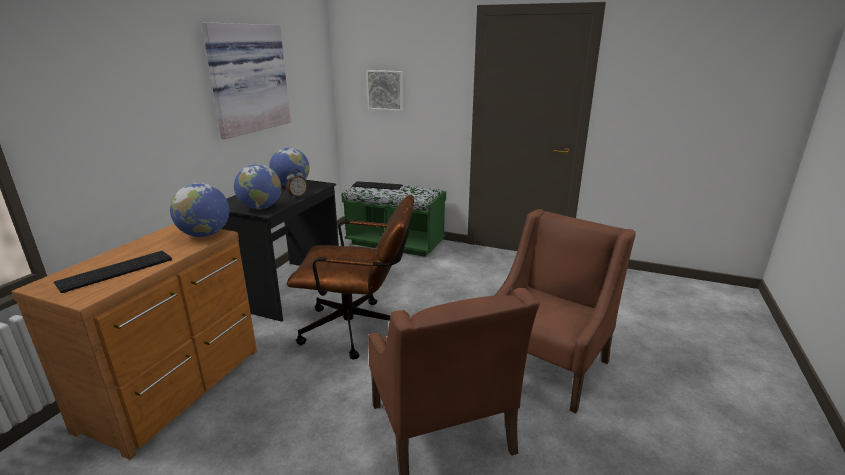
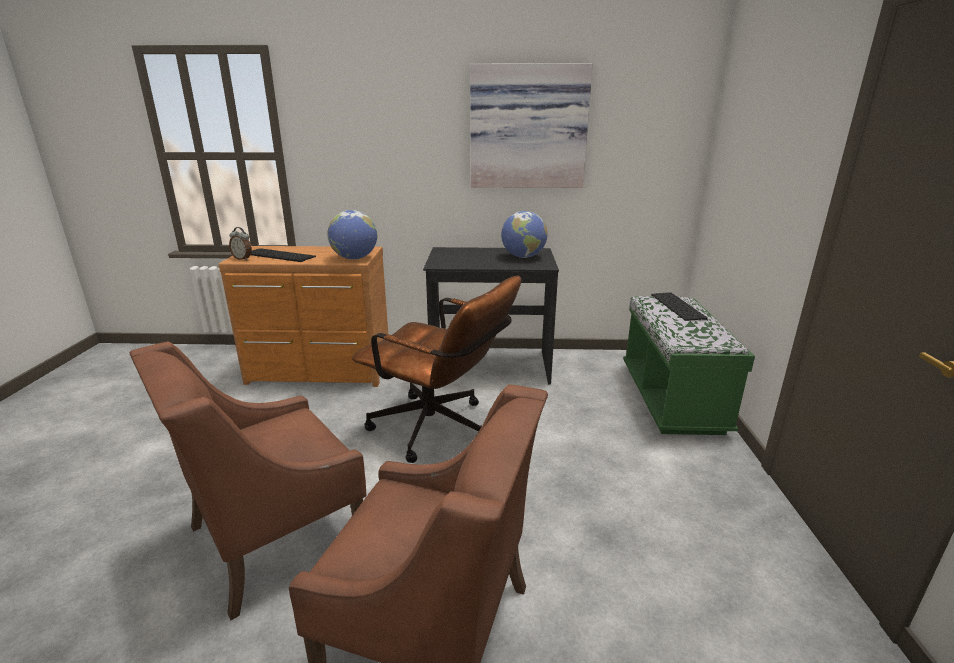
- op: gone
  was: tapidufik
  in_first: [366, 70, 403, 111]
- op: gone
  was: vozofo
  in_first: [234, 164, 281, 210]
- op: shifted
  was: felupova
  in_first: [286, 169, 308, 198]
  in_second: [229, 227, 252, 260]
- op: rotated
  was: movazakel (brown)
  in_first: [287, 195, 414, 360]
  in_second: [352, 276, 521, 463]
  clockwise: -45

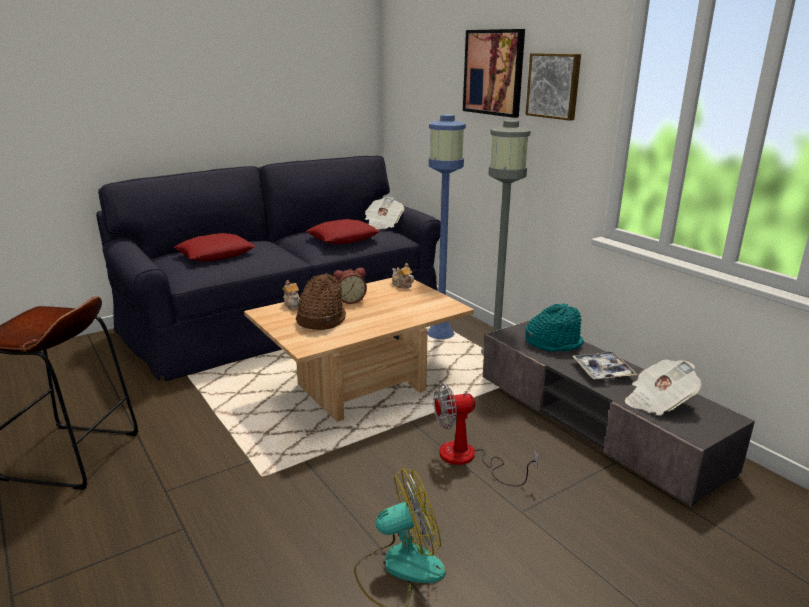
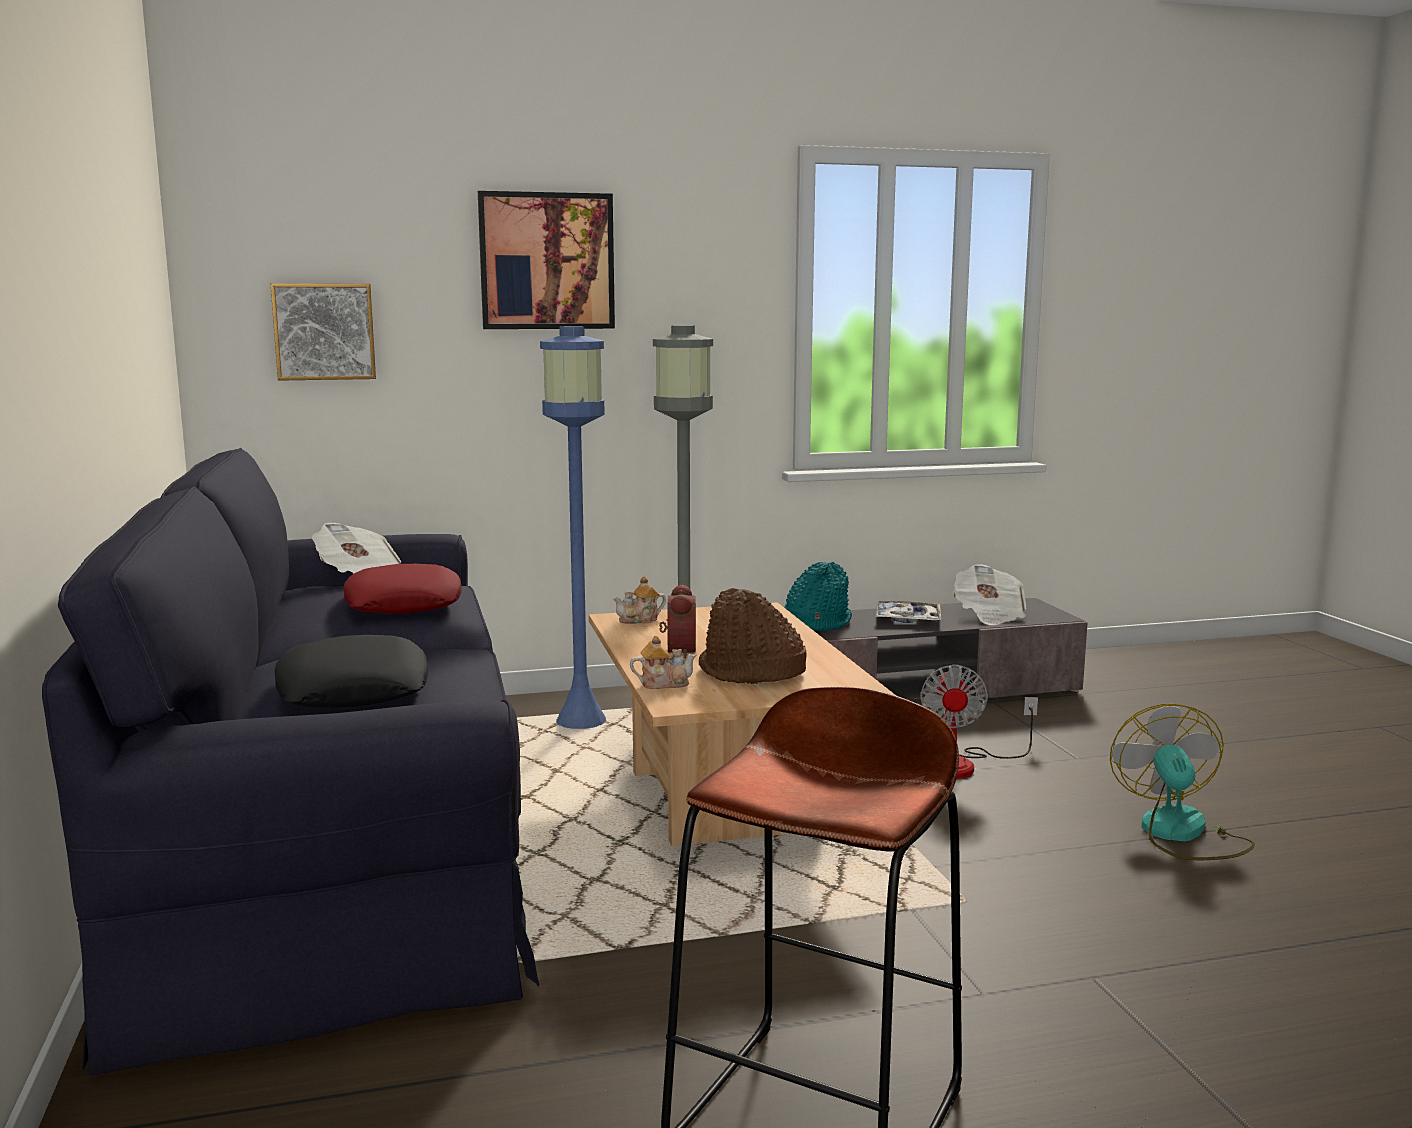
- op: shifted
  was: tapidufik
  in_first: [525, 53, 581, 121]
  in_second: [271, 283, 376, 381]
- op: repainted
  was: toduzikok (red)
  now: toduzikok (black)
  in_first: [174, 233, 255, 261]
  in_second: [275, 635, 428, 708]

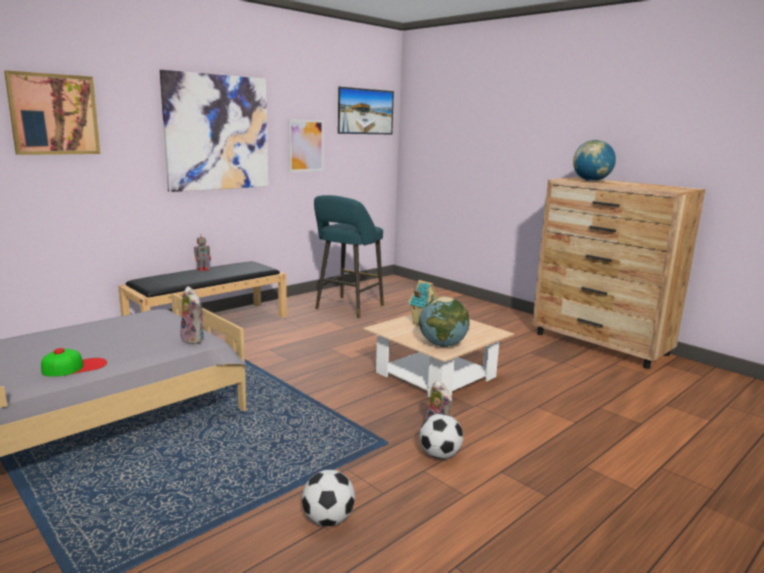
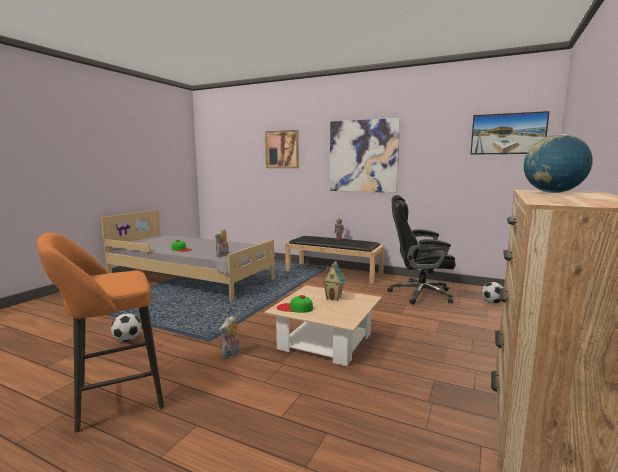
- op: gone
  was: tapidufik
  in_first: [288, 119, 324, 172]
- op: swapped
  was: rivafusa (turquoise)
  now: movazakel (black)
  in_first: [314, 195, 384, 318]
  in_second: [387, 195, 456, 305]
- op: swapped
  was: vozofo
  now: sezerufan
  in_first: [419, 296, 470, 347]
  in_second: [277, 295, 313, 313]
- op: shifted
  was: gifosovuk
  in_first: [420, 414, 463, 459]
  in_second: [482, 282, 504, 304]
- op: new
  now: rivafusa (orange)
  in_second: [37, 233, 164, 432]

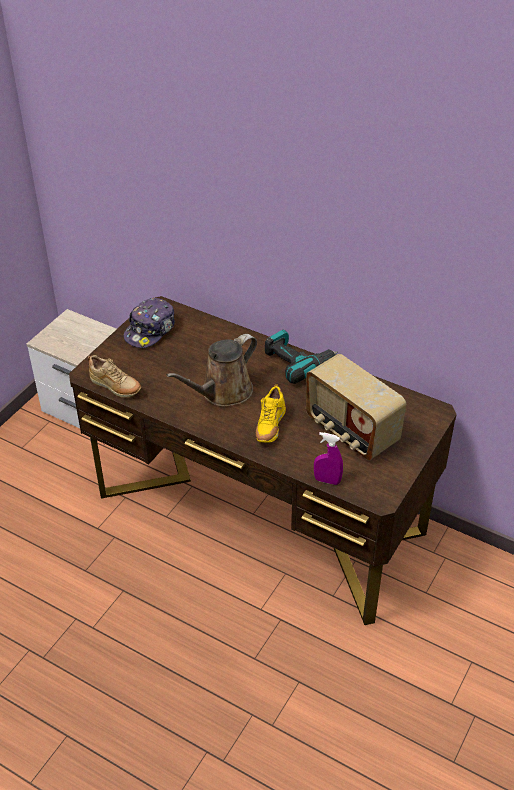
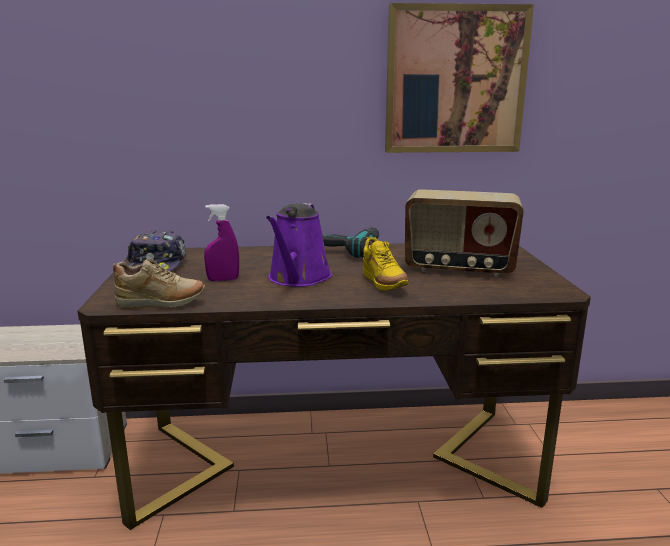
- op: repainted
  was: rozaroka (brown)
  now: rozaroka (purple)
  in_first: [166, 334, 257, 407]
  in_second: [266, 203, 332, 287]
- op: shifted
  was: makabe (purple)
  in_first: [314, 432, 343, 485]
  in_second: [204, 204, 239, 281]
- op: new
  now: tapidufik
  in_second: [385, 3, 534, 153]

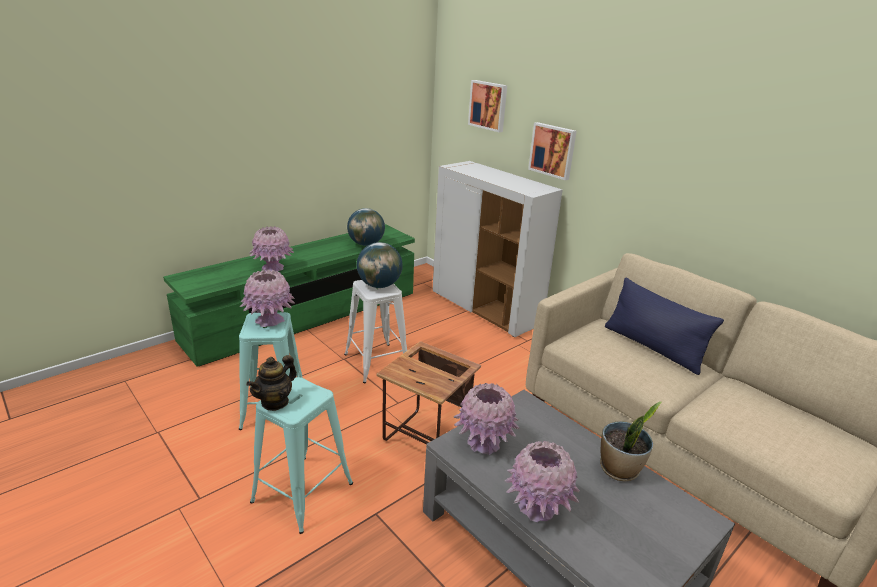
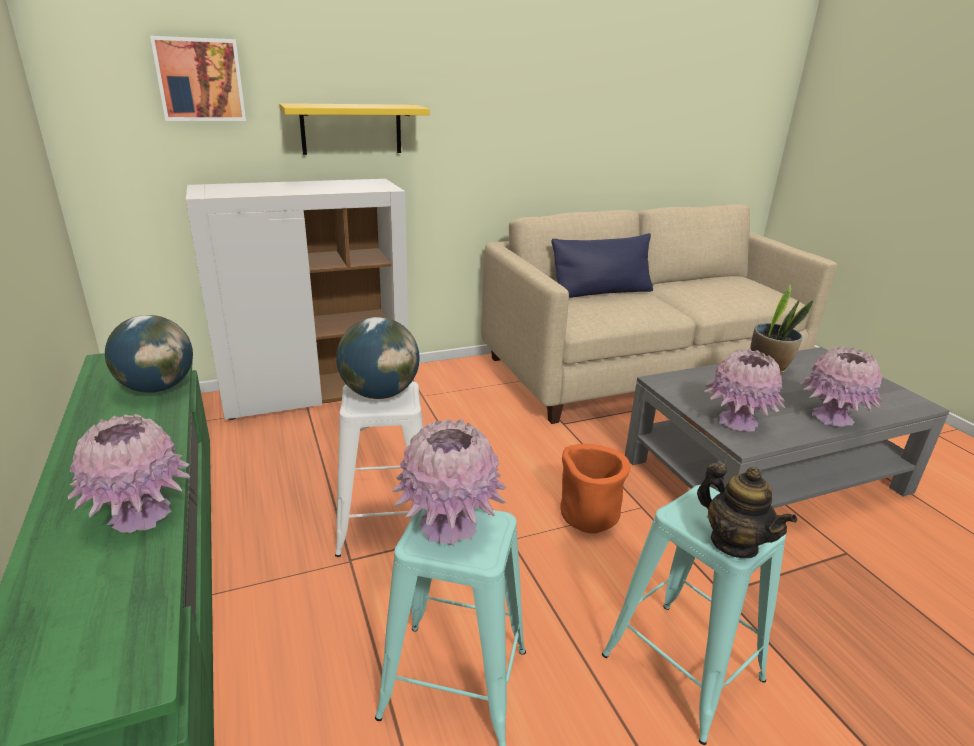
- op: swapped
  was: tapidufik
  now: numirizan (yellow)
  in_first: [528, 122, 577, 180]
  in_second: [279, 103, 430, 155]
- op: swapped
  was: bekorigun
  now: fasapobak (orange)
  in_first: [376, 341, 481, 444]
  in_second: [560, 444, 630, 534]

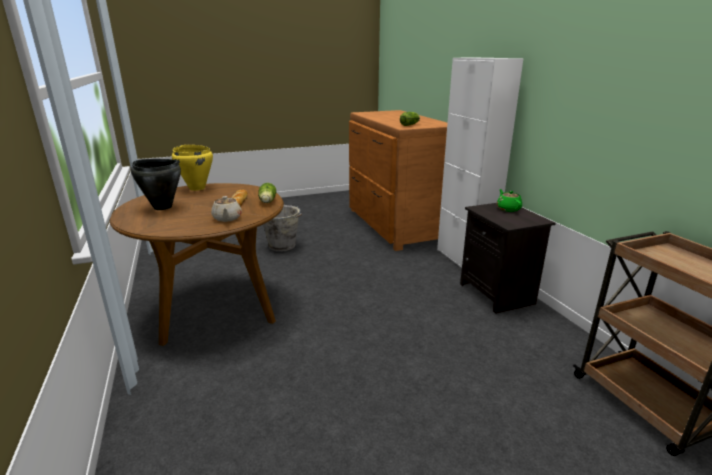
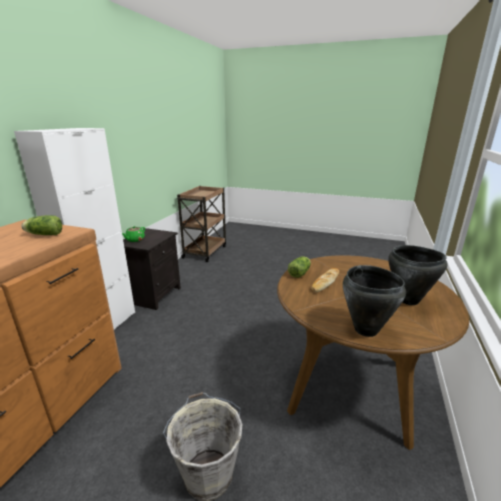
- op: repainted
  was: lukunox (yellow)
  now: lukunox (black)
  in_first: [172, 145, 213, 191]
  in_second: [343, 265, 406, 337]
- op: gone
  was: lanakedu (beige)
  in_first: [211, 196, 242, 222]

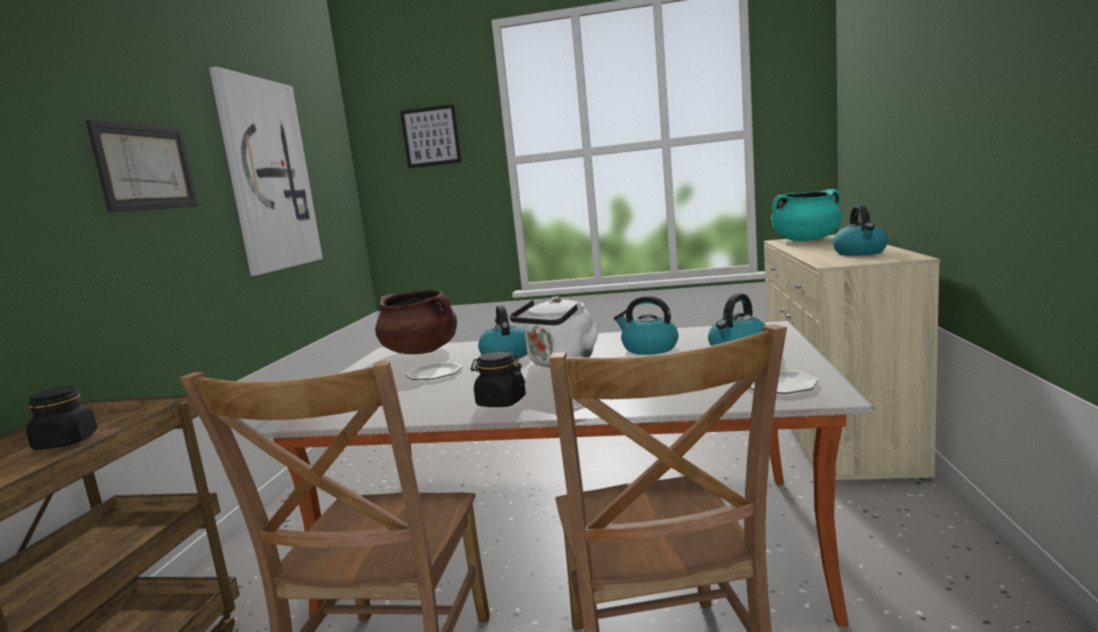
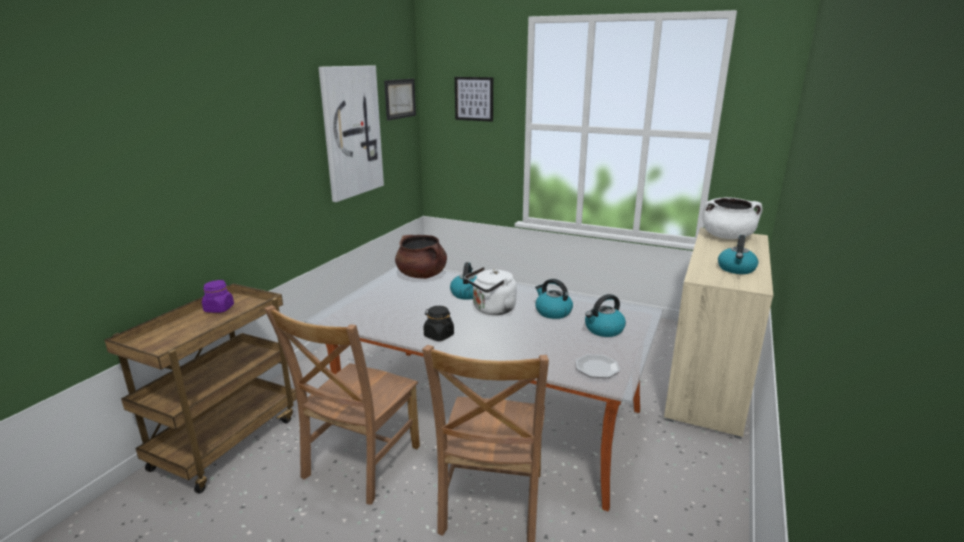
- op: shifted
  was: tapidufik
  in_first: [86, 120, 198, 212]
  in_second: [384, 79, 416, 121]
- op: repainted
  was: lukunox (turquoise)
  now: lukunox (white)
  in_first: [771, 189, 842, 241]
  in_second: [703, 197, 763, 239]
- op: gone
  was: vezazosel
  in_first: [405, 362, 463, 380]
- op: repainted
  was: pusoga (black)
  now: pusoga (purple)
  in_first: [26, 386, 98, 450]
  in_second: [202, 280, 234, 313]

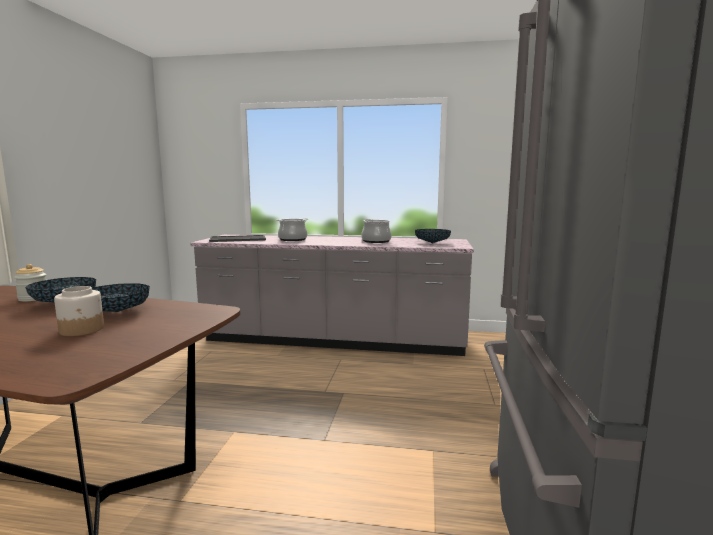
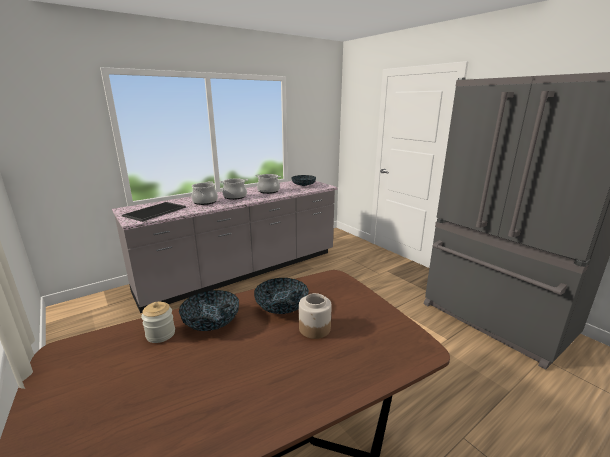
- op: new
  now: lukunox
  in_second: [219, 179, 248, 200]

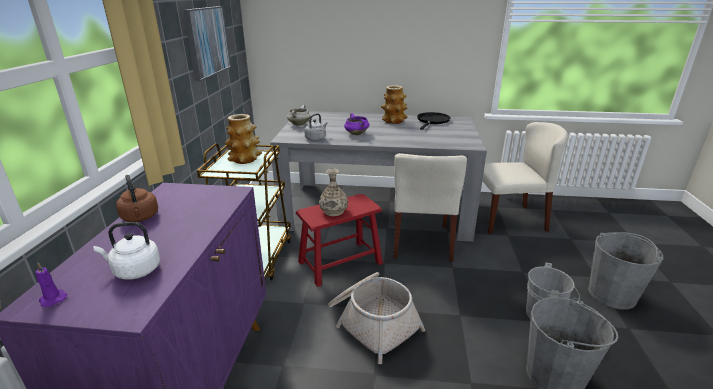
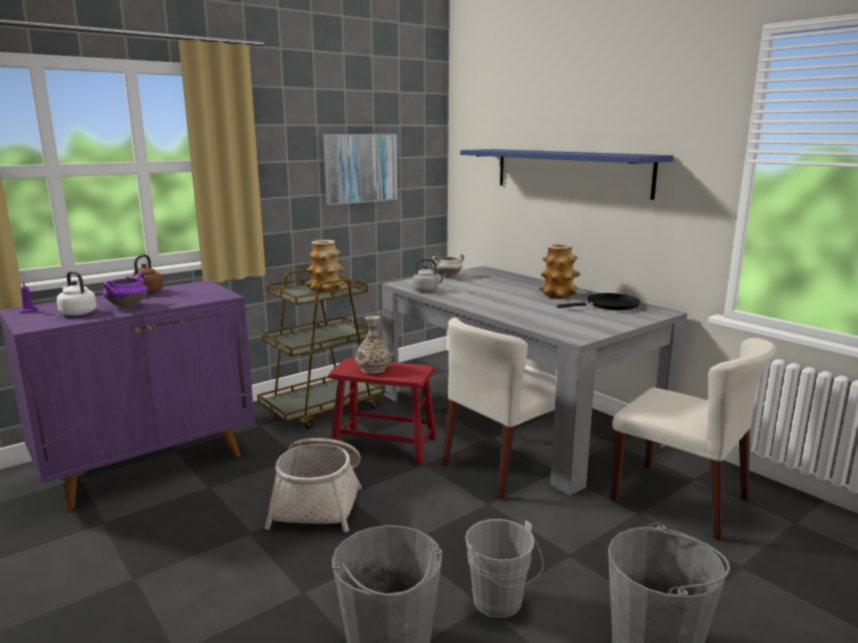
- op: shifted
  was: lukunox (purple)
  in_first: [344, 113, 369, 135]
  in_second: [103, 273, 148, 307]
- op: new
  now: numirizan (blue)
  in_second: [460, 149, 674, 200]

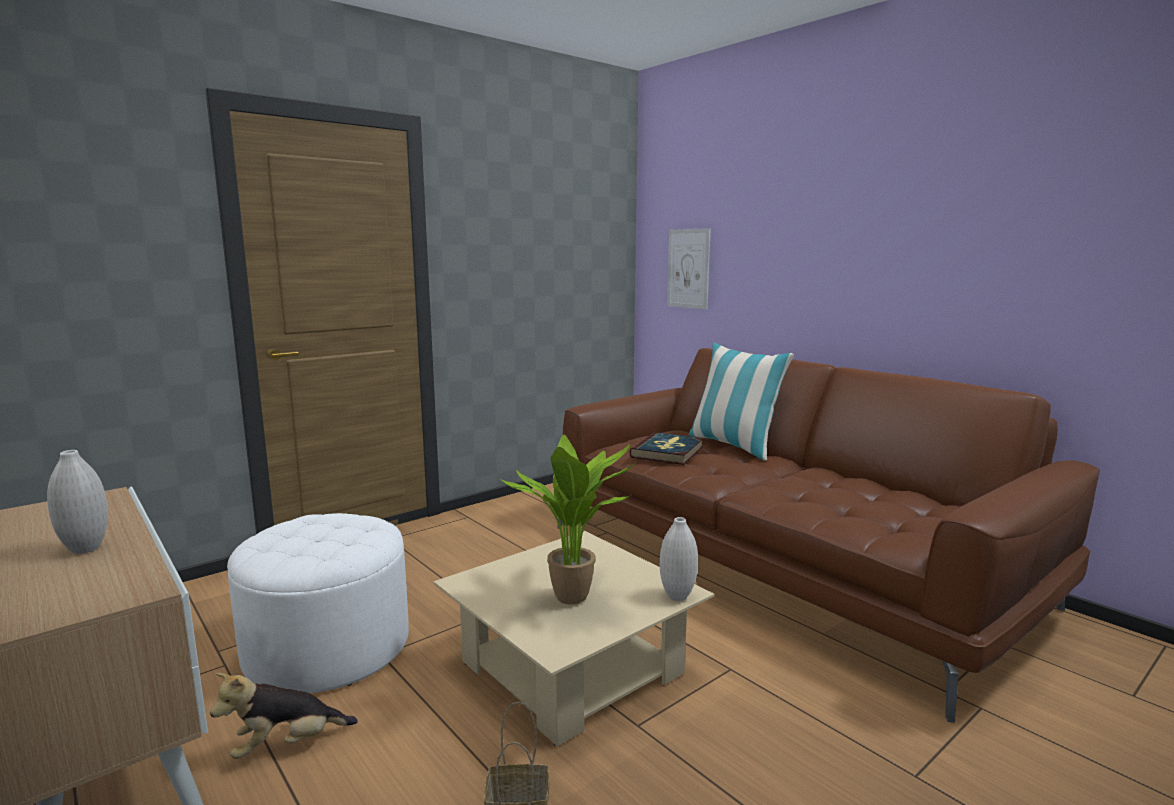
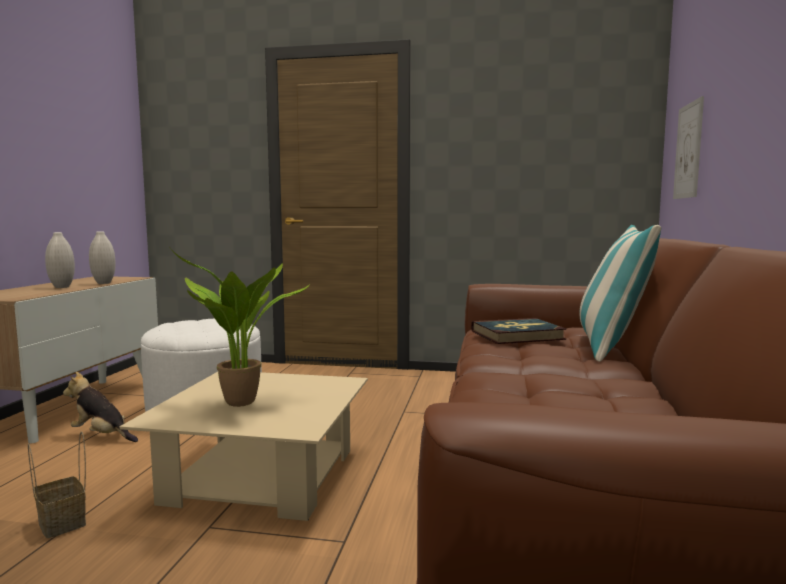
- op: shifted
  was: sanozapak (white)
  in_first: [660, 517, 698, 601]
  in_second: [89, 232, 116, 284]

